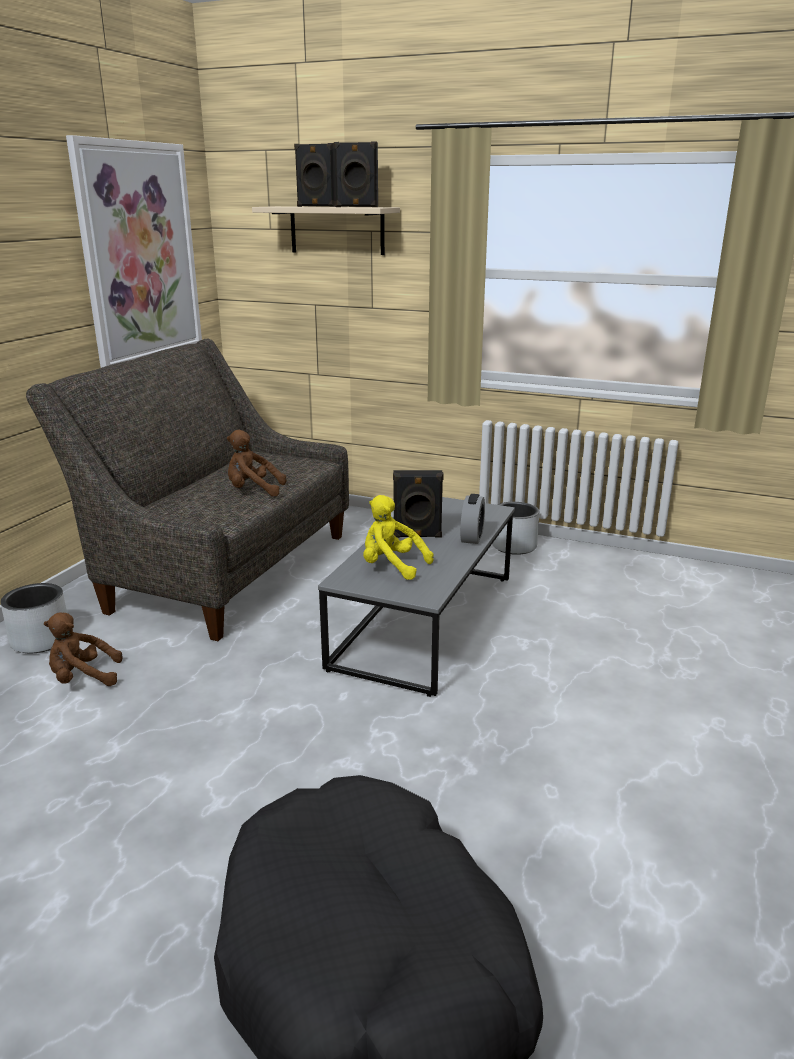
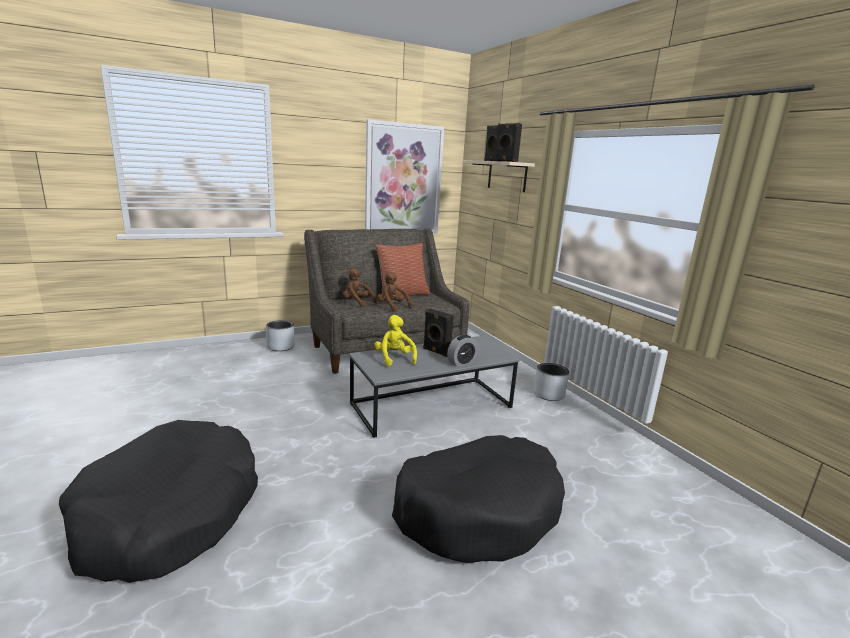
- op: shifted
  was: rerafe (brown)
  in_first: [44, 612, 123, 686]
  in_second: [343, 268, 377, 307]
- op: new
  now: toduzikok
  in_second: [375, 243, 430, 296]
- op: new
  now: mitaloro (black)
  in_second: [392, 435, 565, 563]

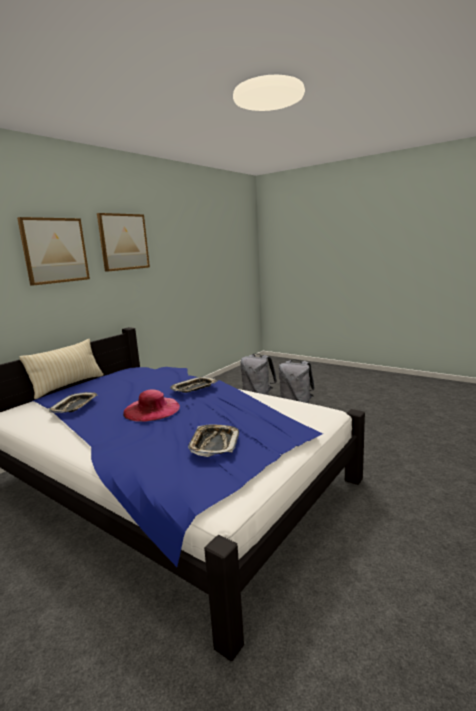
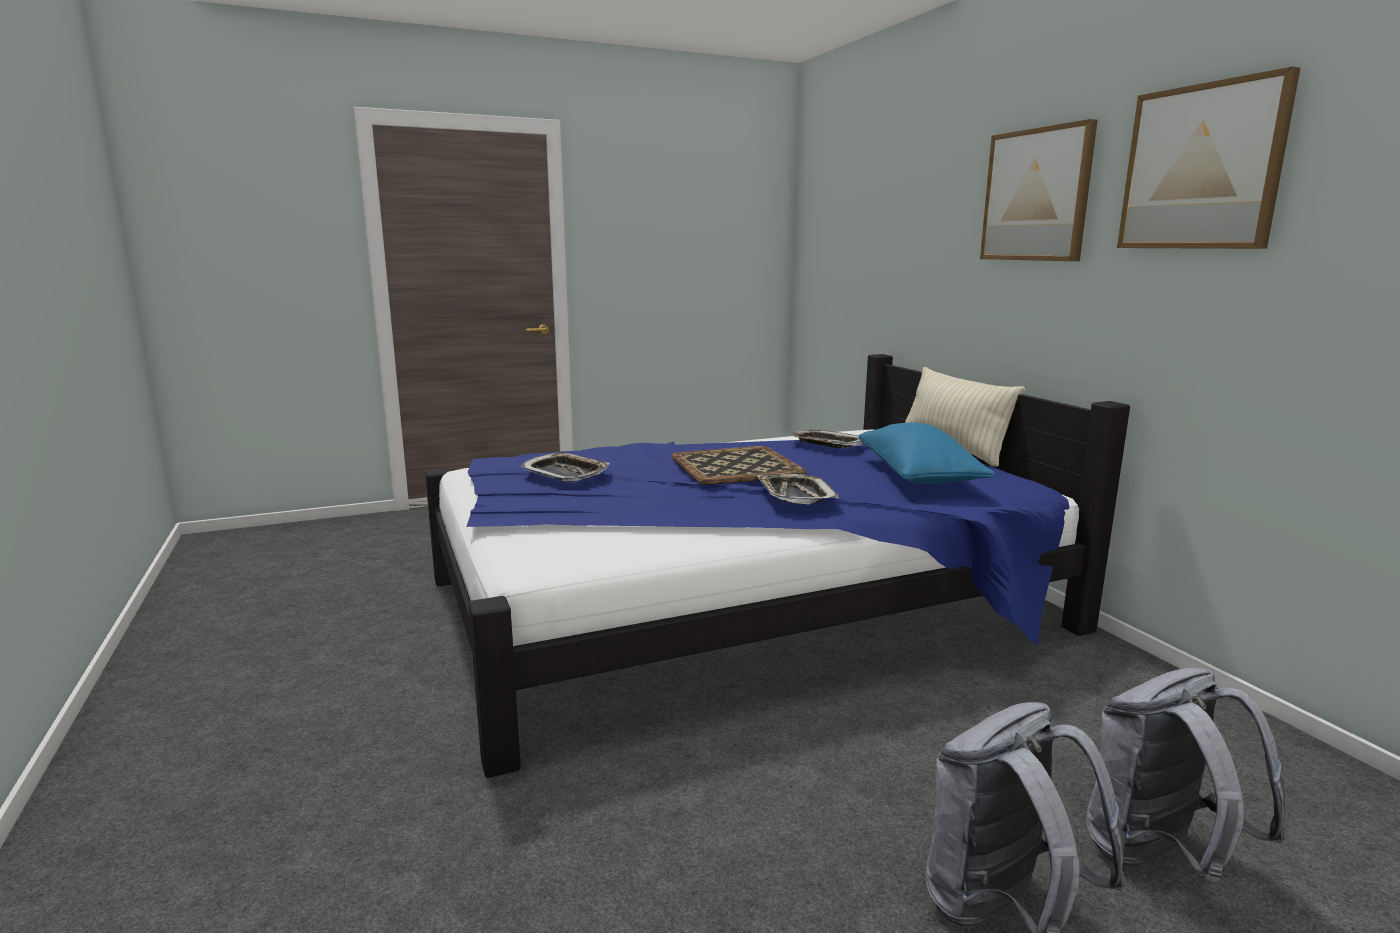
- op: swapped
  was: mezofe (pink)
  now: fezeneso
  in_first: [123, 389, 180, 422]
  in_second: [671, 446, 807, 485]
- op: new
  now: toduzikok (blue)
  in_second: [858, 423, 995, 484]

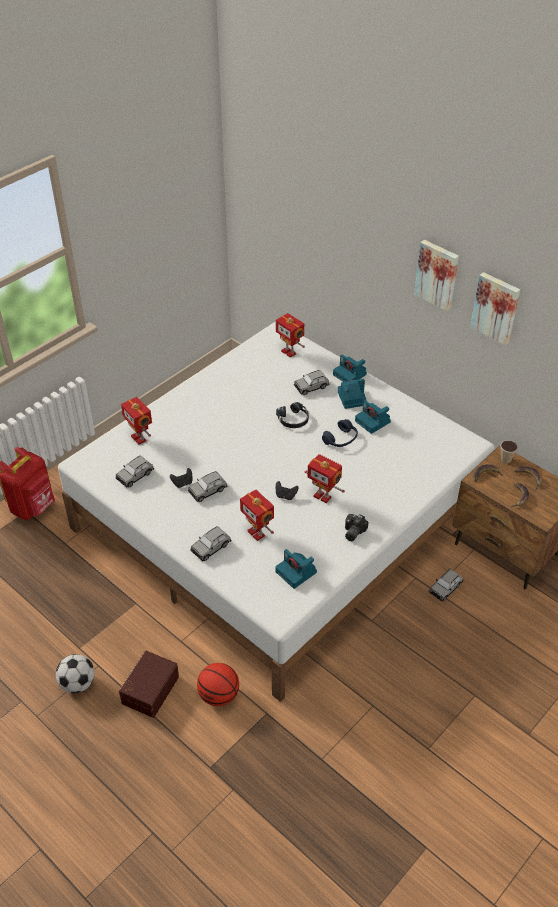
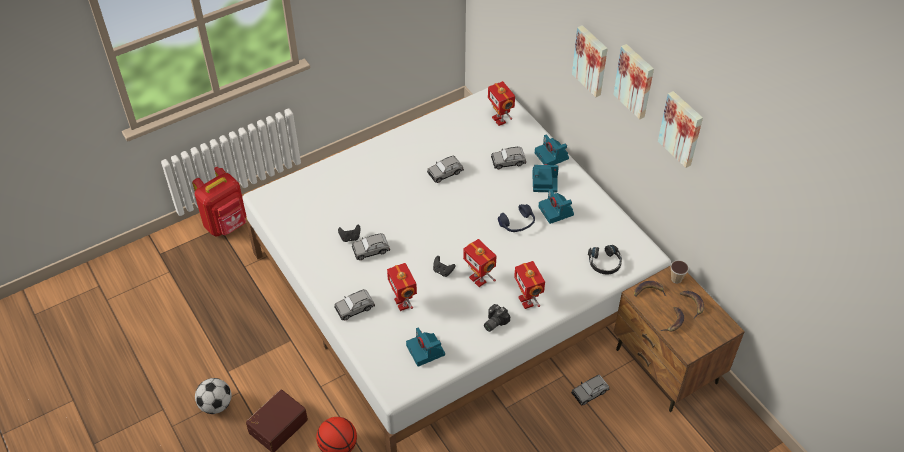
- op: shifted
  was: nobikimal
  in_first: [121, 397, 152, 445]
  in_second: [514, 261, 545, 309]
- op: shifted
  was: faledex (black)
  in_first: [276, 402, 309, 428]
  in_second: [588, 245, 622, 274]
- op: shifted
  was: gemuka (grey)
  in_first: [116, 456, 154, 487]
  in_second: [427, 155, 464, 183]
- op: new
  now: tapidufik
  in_second: [572, 25, 608, 97]

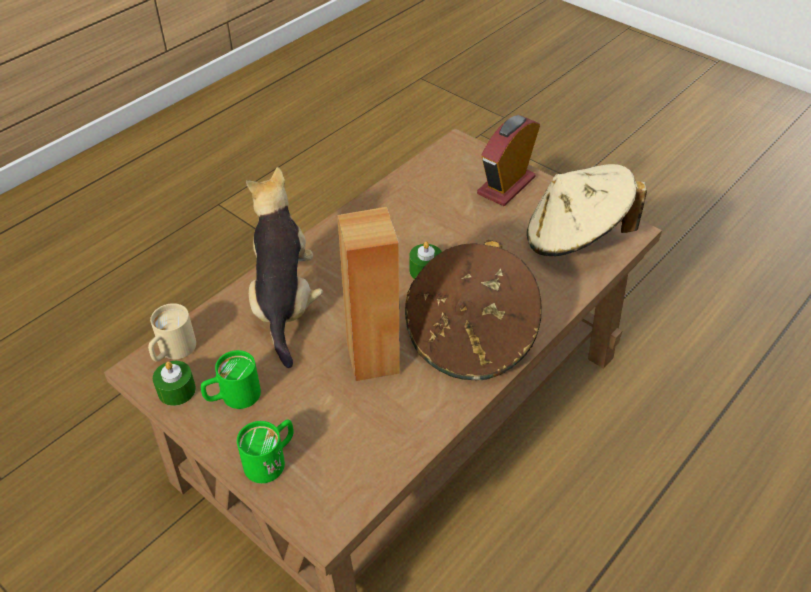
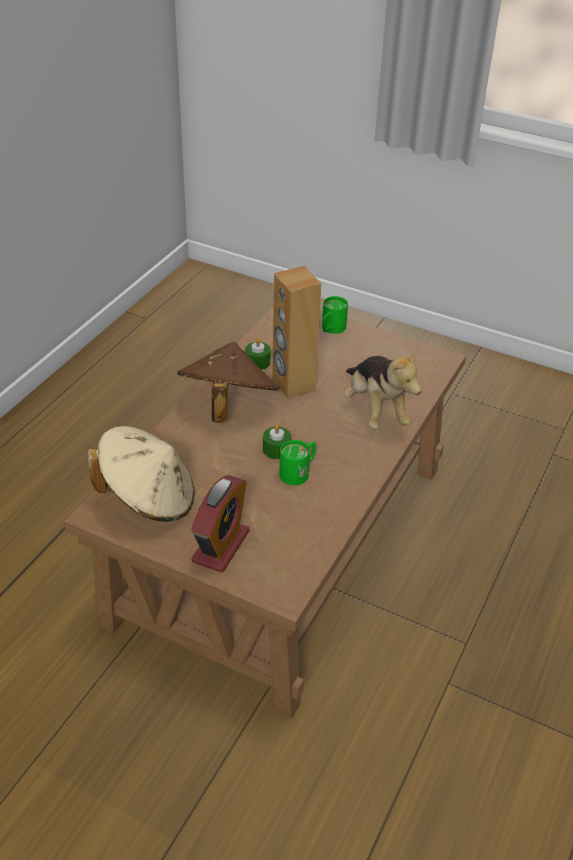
- op: gone
  was: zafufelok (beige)
  in_first: [148, 303, 196, 362]
- op: shifted
  was: zafufelok (green)
  in_first: [201, 350, 261, 409]
  in_second: [279, 440, 316, 485]
- op: shifted
  was: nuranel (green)
  in_first: [153, 361, 196, 406]
  in_second: [245, 338, 271, 370]

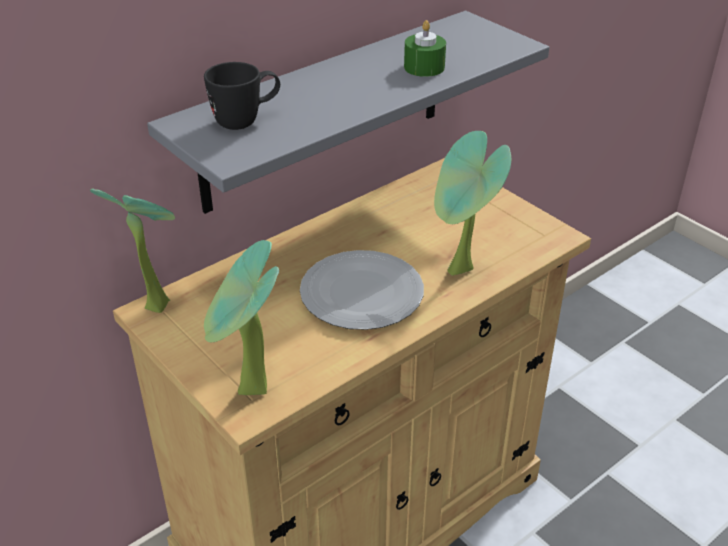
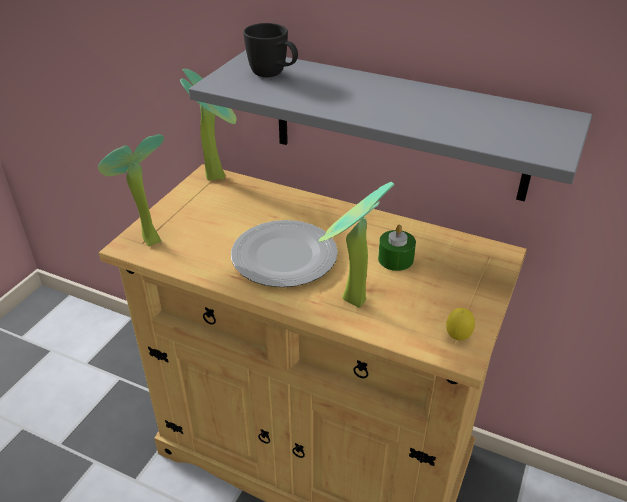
- op: shifted
  was: nuranel (green)
  in_first: [404, 20, 446, 77]
  in_second: [378, 225, 416, 271]
- op: new
  now: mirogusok
  in_second: [446, 308, 475, 340]

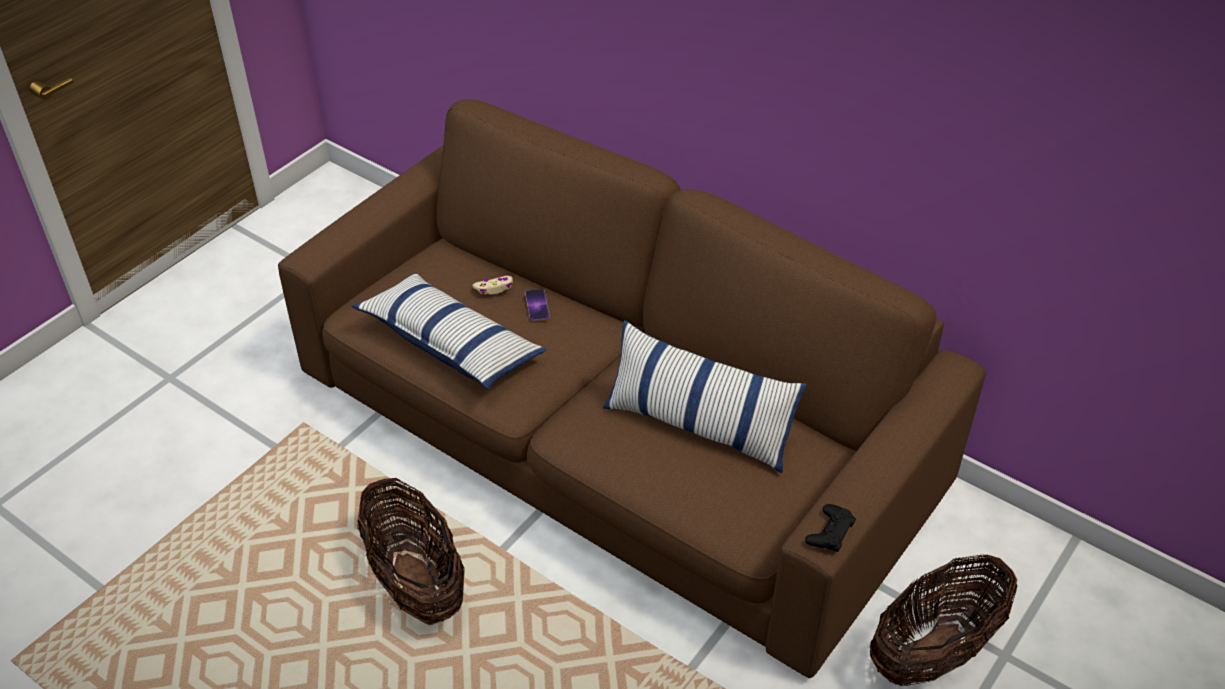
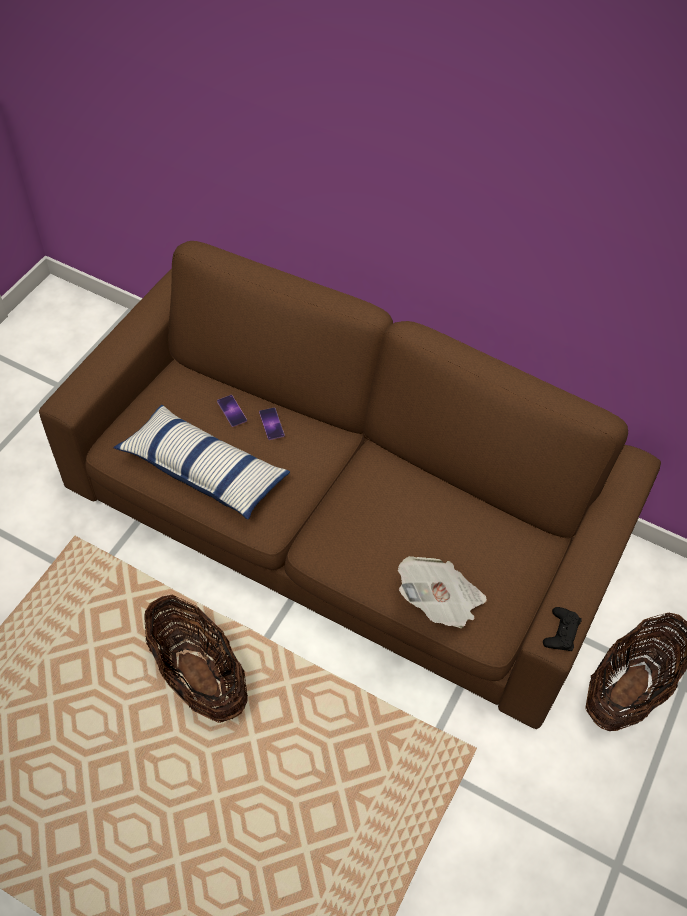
- op: swapped
  was: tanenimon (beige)
  now: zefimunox
  in_first: [472, 275, 513, 295]
  in_second: [217, 395, 247, 427]
- op: gone
  was: toduzikok
  in_first: [603, 320, 807, 473]
- op: new
  now: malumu
  in_second: [398, 556, 487, 628]

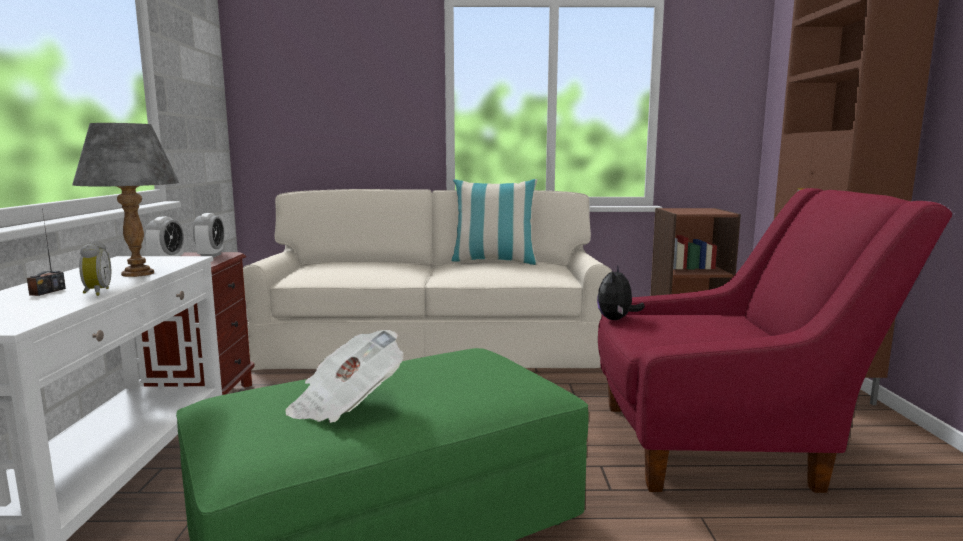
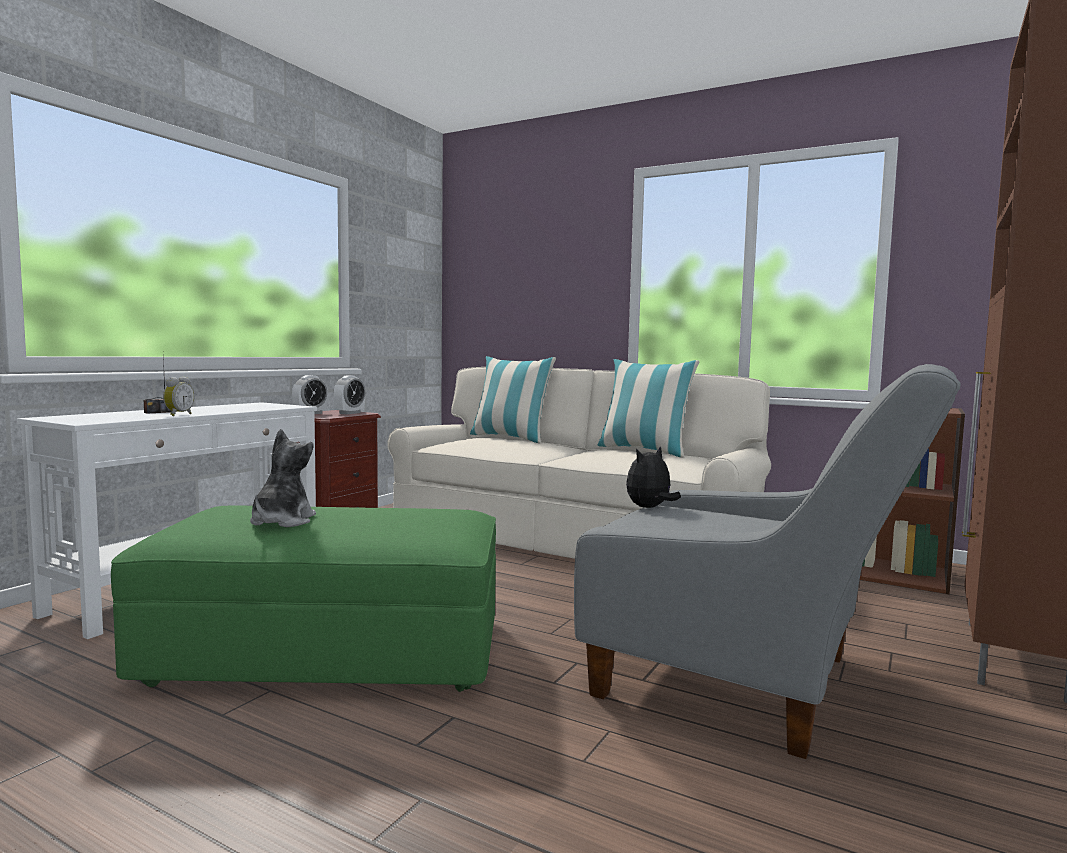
- op: gone
  was: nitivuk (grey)
  in_first: [72, 123, 179, 277]
- op: repainted
  was: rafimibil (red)
  now: rafimibil (grey)
  in_first: [598, 188, 952, 493]
  in_second: [574, 364, 961, 759]
- op: swapped
  was: malumu
  now: rerafe
  in_first: [285, 330, 404, 423]
  in_second: [250, 429, 316, 527]
- op: new
  now: toduzikok
  in_second: [470, 356, 556, 443]

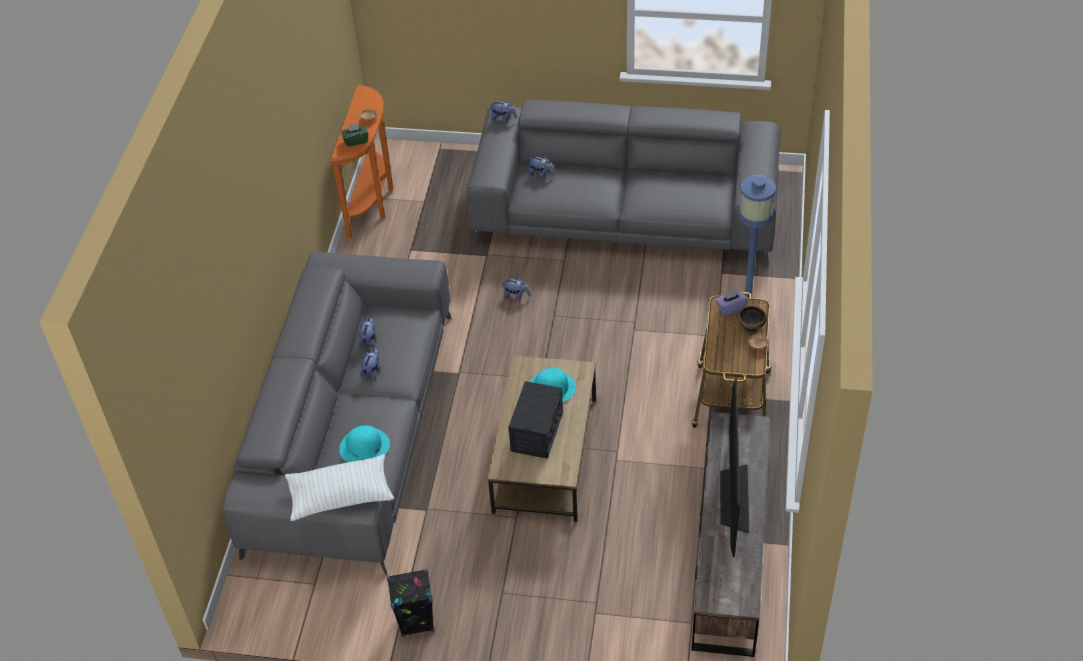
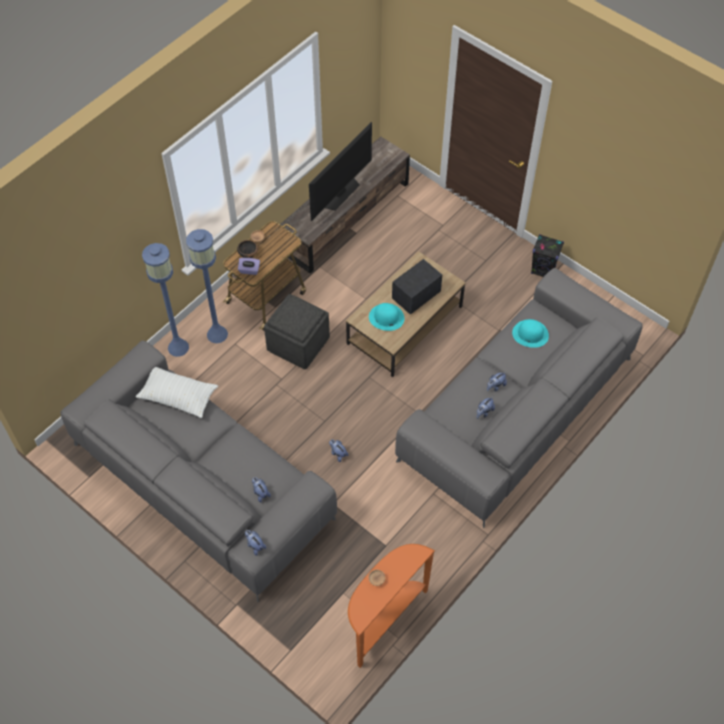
- op: gone
  was: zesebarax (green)
  in_first: [341, 123, 368, 147]
- op: shifted
  was: toduzikok (white)
  in_first: [285, 454, 394, 521]
  in_second: [136, 367, 218, 418]
- op: new
  now: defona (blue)
  in_second: [142, 243, 189, 357]
- op: new
  now: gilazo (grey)
  in_second: [264, 294, 330, 369]

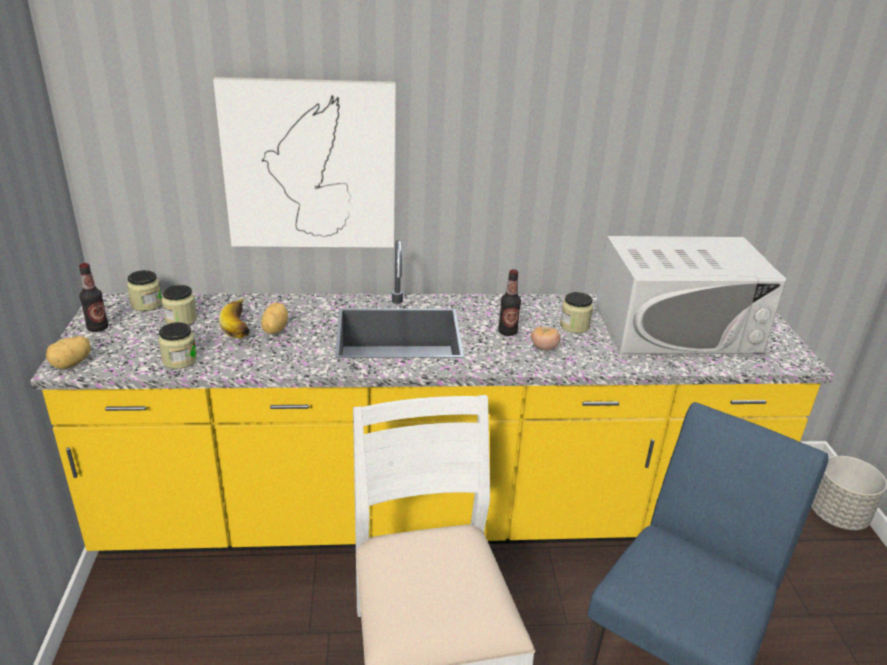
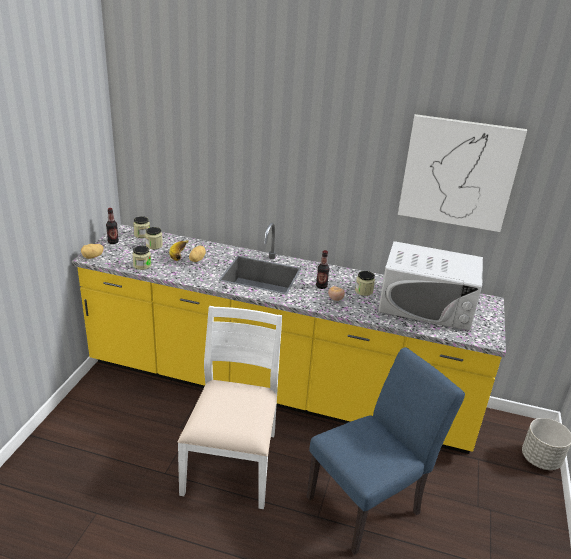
- op: shifted
  was: tapidufik
  in_first: [213, 77, 396, 248]
  in_second: [398, 114, 527, 232]

